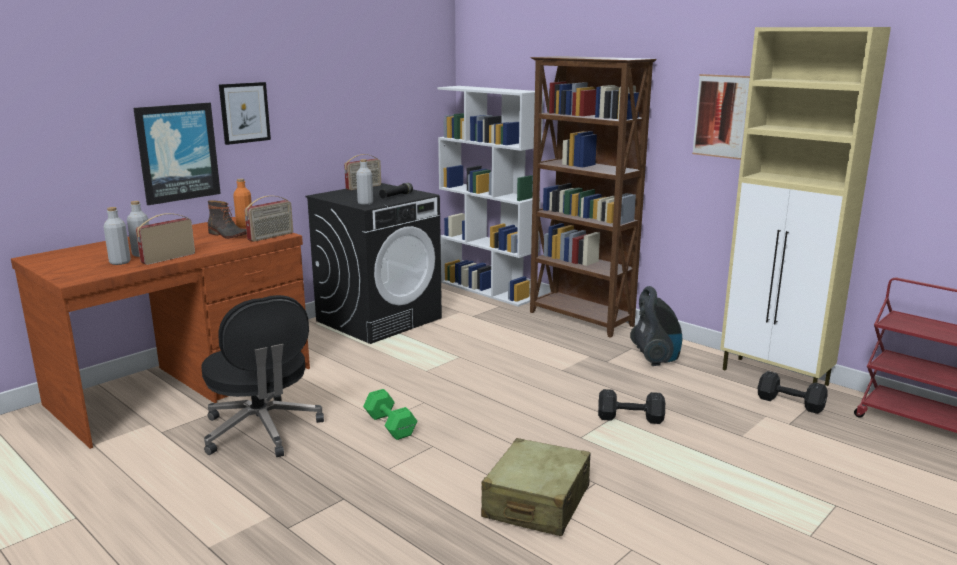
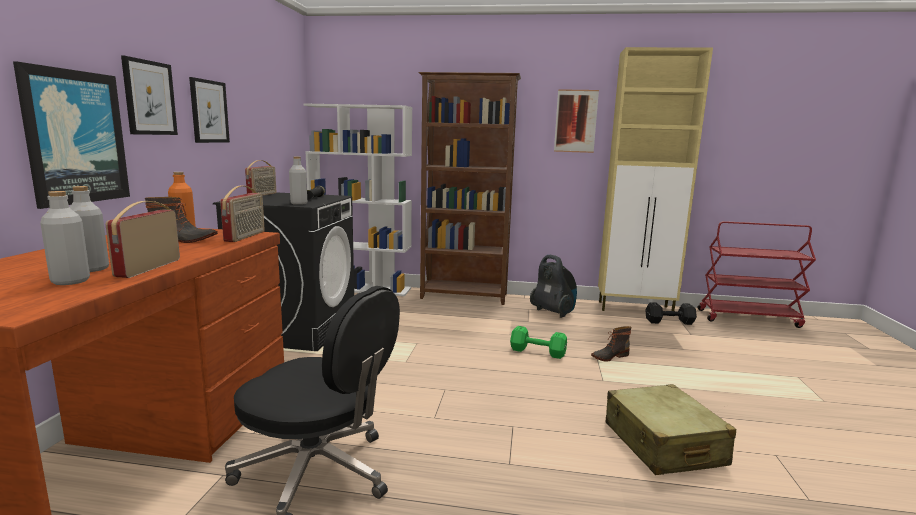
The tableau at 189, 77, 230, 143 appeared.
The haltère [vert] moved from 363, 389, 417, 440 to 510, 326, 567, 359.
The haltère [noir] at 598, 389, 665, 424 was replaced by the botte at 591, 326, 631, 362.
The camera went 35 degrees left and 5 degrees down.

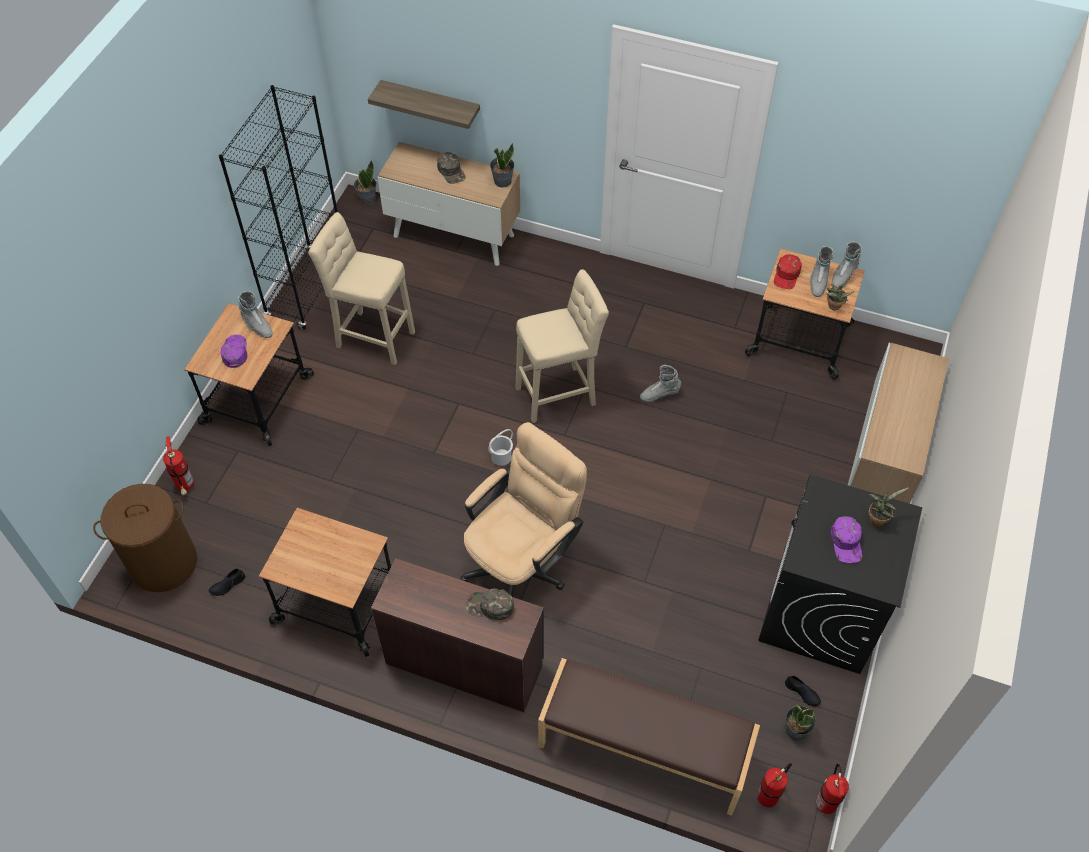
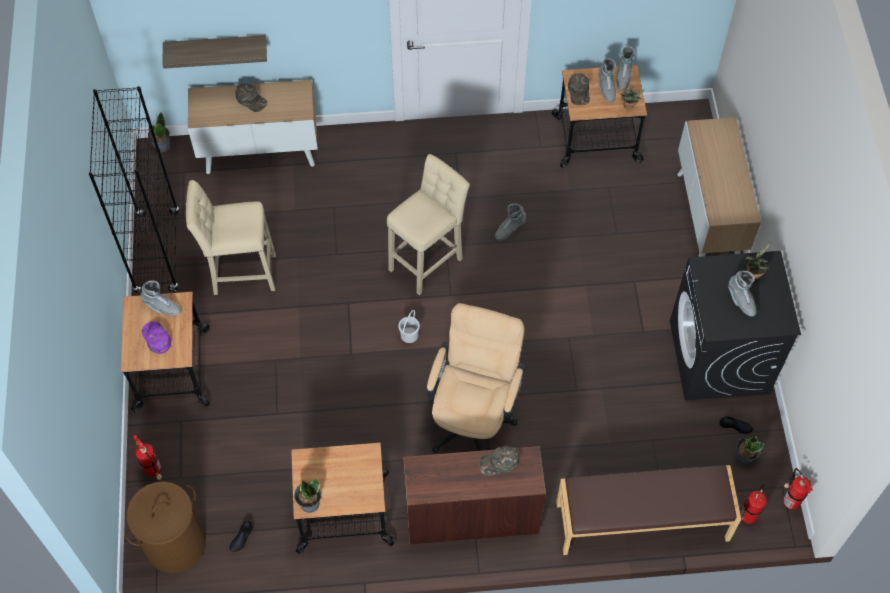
The plante en pot moved from 490, 143, 514, 188 to 294, 478, 321, 513.
The casquette [rouge] at 774, 254, 802, 289 became the casquette [vert] at 568, 73, 590, 105.
The casquette [violet] at 830, 516, 862, 563 was replaced by the botte [gris] at 728, 271, 757, 317.
The camera went 25 degrees left and 5 degrees up.

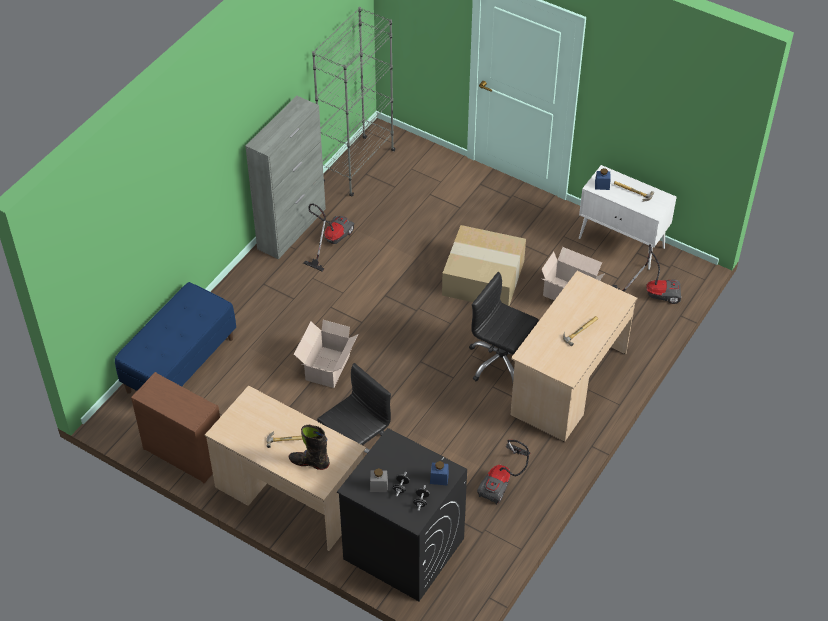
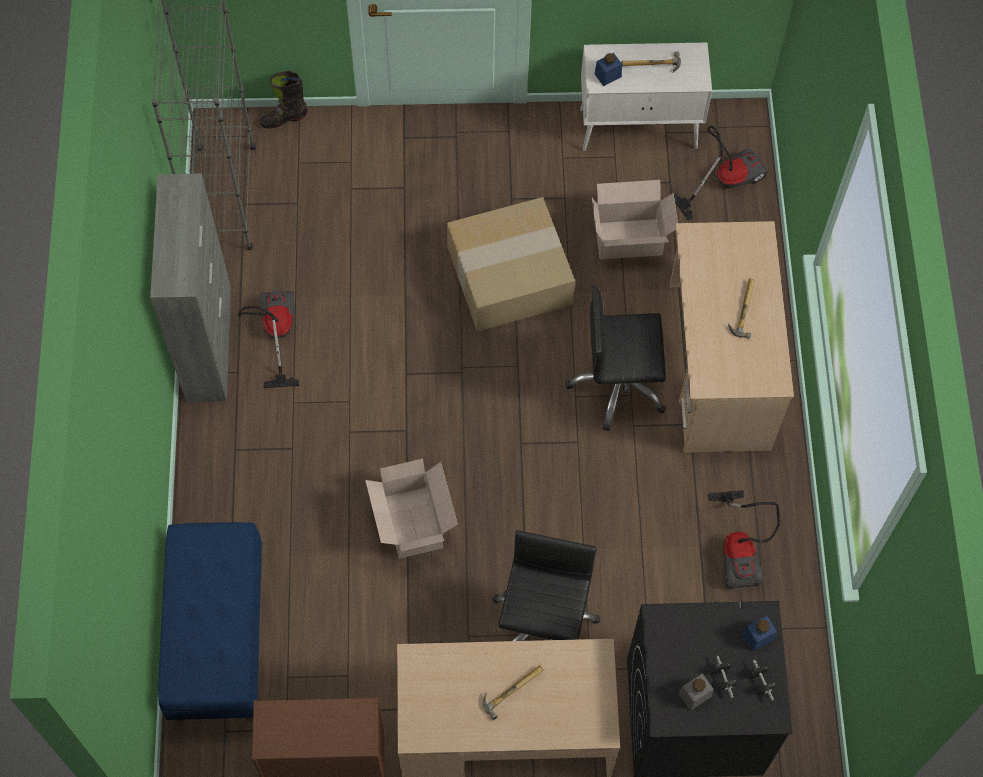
The botte [noir] moved from 289, 425, 330, 470 to 259, 71, 308, 129.
The camera went 35 degrees left and 15 degrees up.

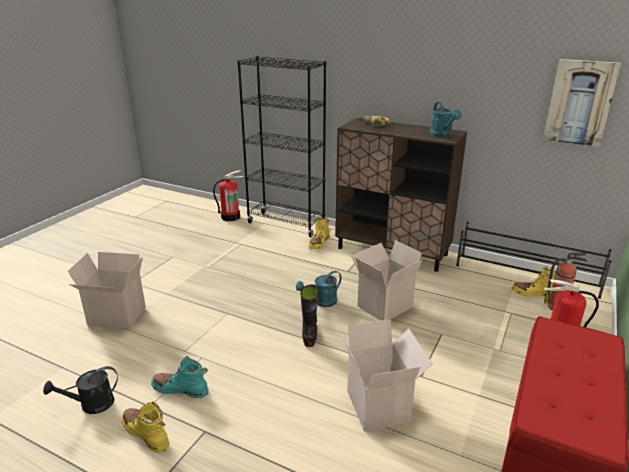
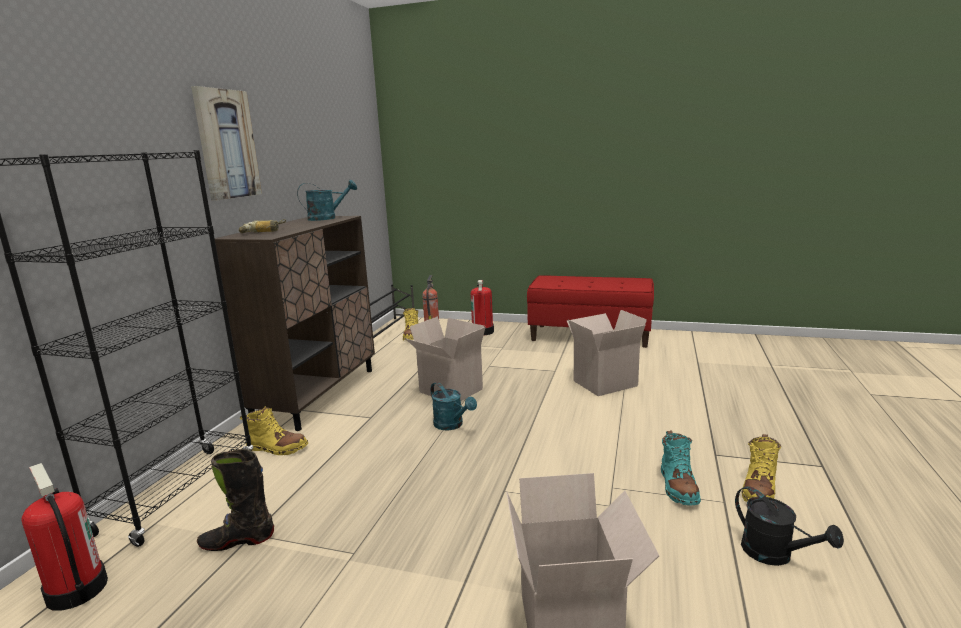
The tableau moved from 543, 59, 621, 147 to 191, 86, 262, 201.
The botte [noir] moved from 300, 284, 319, 347 to 197, 449, 274, 551.
The camera went 100 degrees left and 10 degrees down.

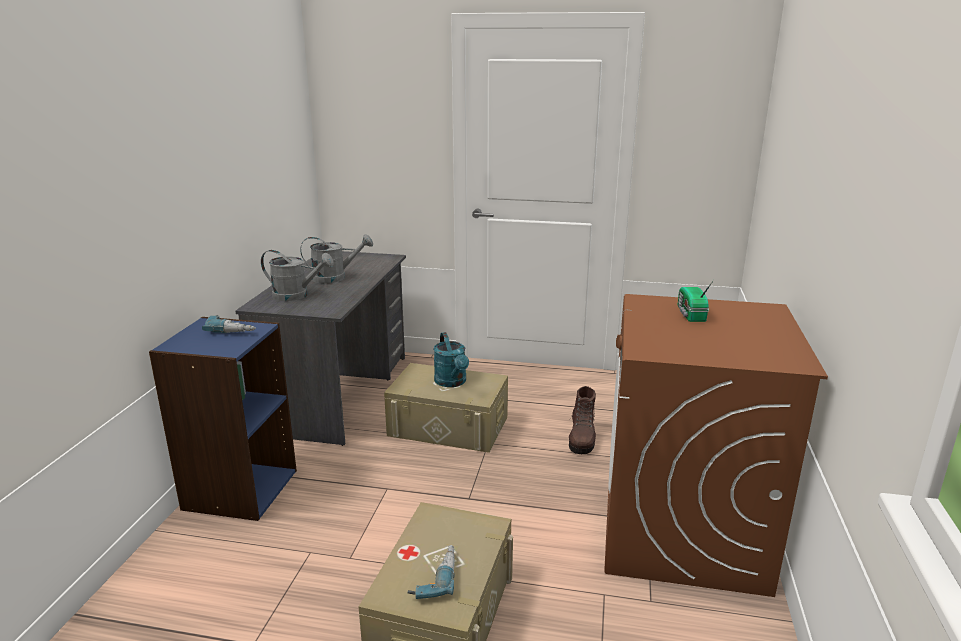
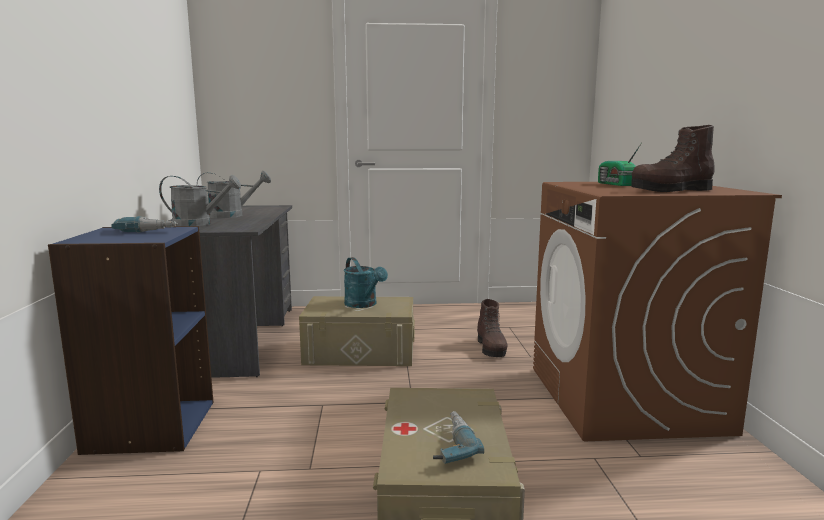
The botte [marron] at 632, 125, 715, 192 appeared.
The camera went 15 degrees left and 10 degrees down.

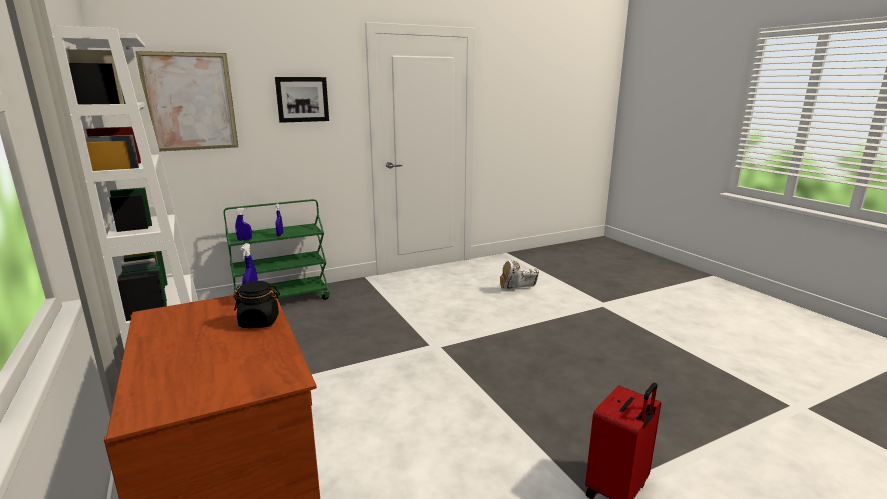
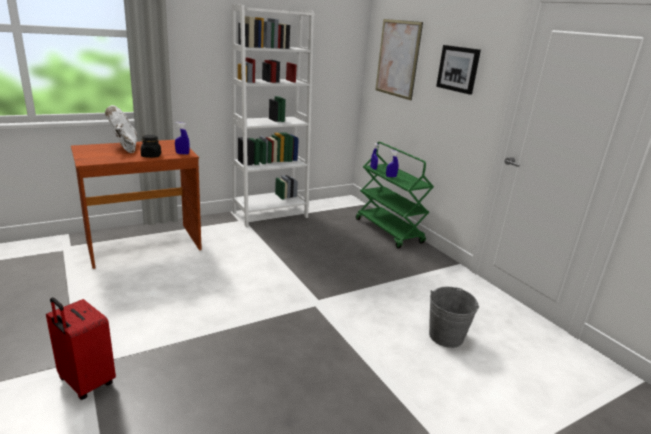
The botte [blanc] moved from 500, 261, 539, 289 to 105, 105, 137, 153.
The seau [gris] at 429, 287, 479, 348 appeared.
The camera went 85 degrees right and 5 degrees up.

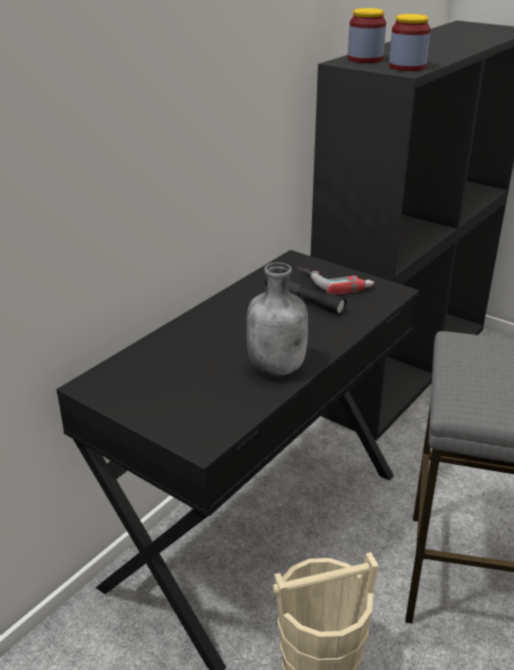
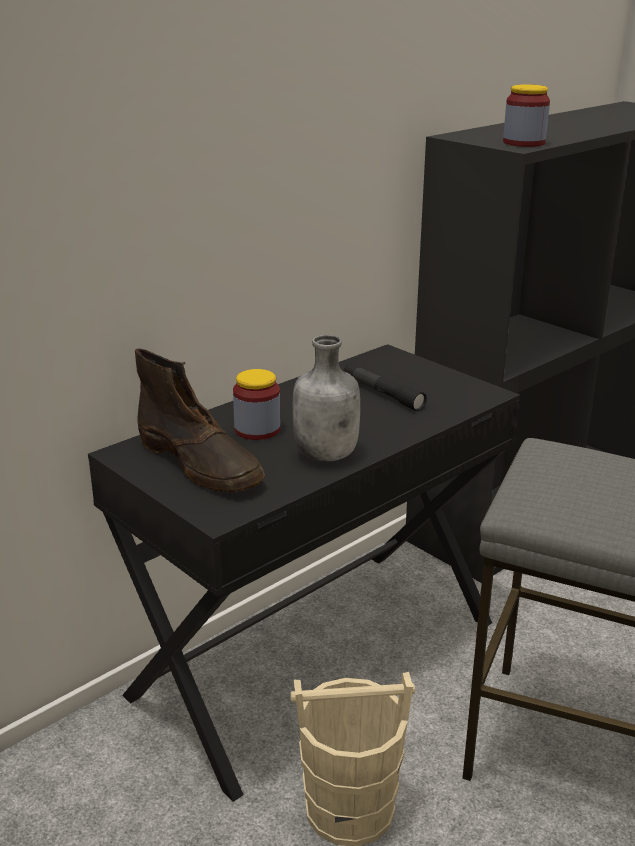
The botte [marron] at 135, 349, 265, 492 appeared.
The bocal moved from 348, 8, 386, 63 to 233, 369, 280, 440.
The perceuse at 298, 267, 374, 295 disappeared.
The camera went 10 degrees right and 5 degrees down.

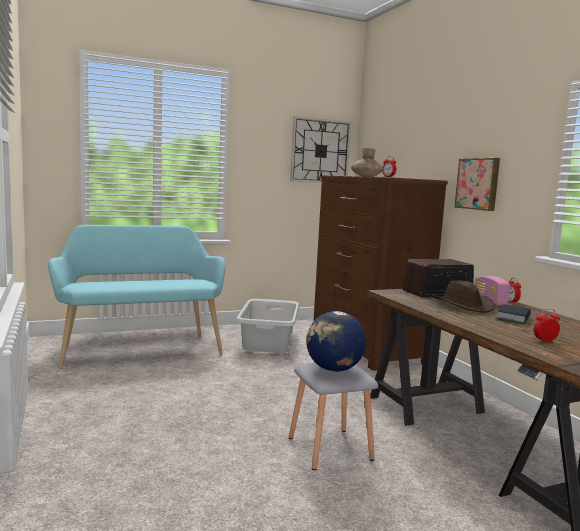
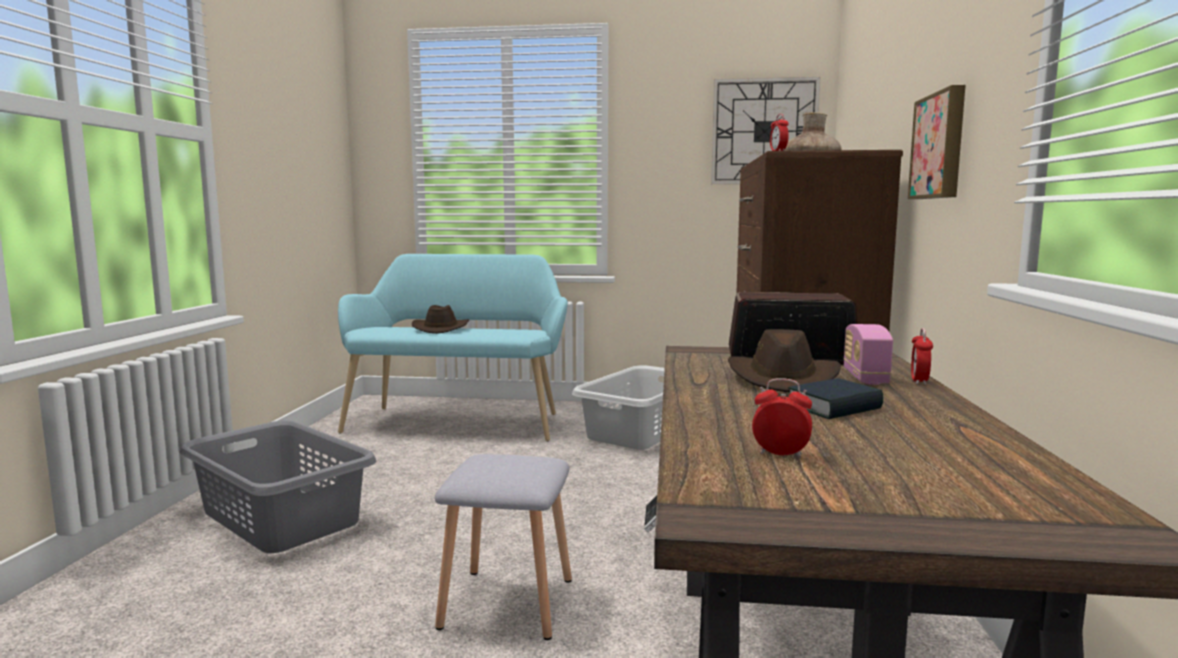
The panier à linge [gris] at 180, 421, 376, 553 appeared.
The chapeau [marron] at 412, 305, 469, 334 appeared.
The globe at 306, 311, 366, 372 disappeared.
The camera went 30 degrees right and 0 degrees up.

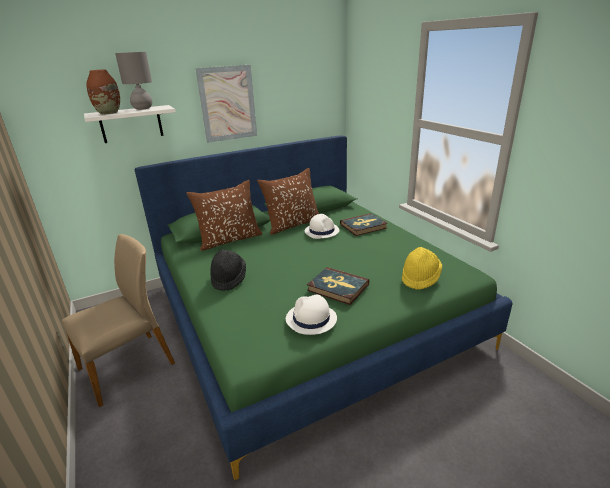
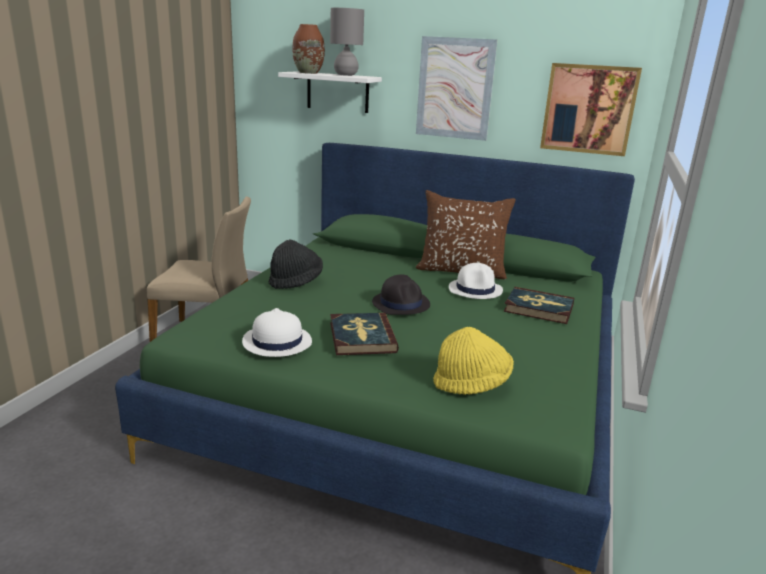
The chapeau [noir] at 372, 275, 430, 315 appeared.
The tableau at 540, 63, 642, 156 appeared.
The coussin [marron] at 186, 180, 263, 251 disappeared.
The camera went 45 degrees right and 5 degrees down.

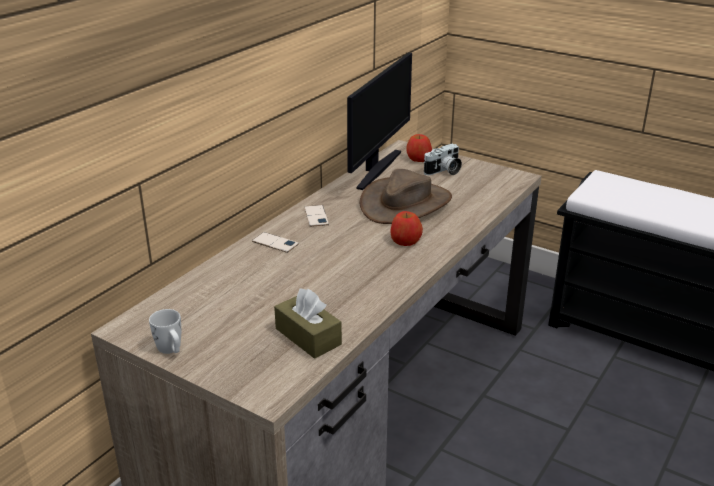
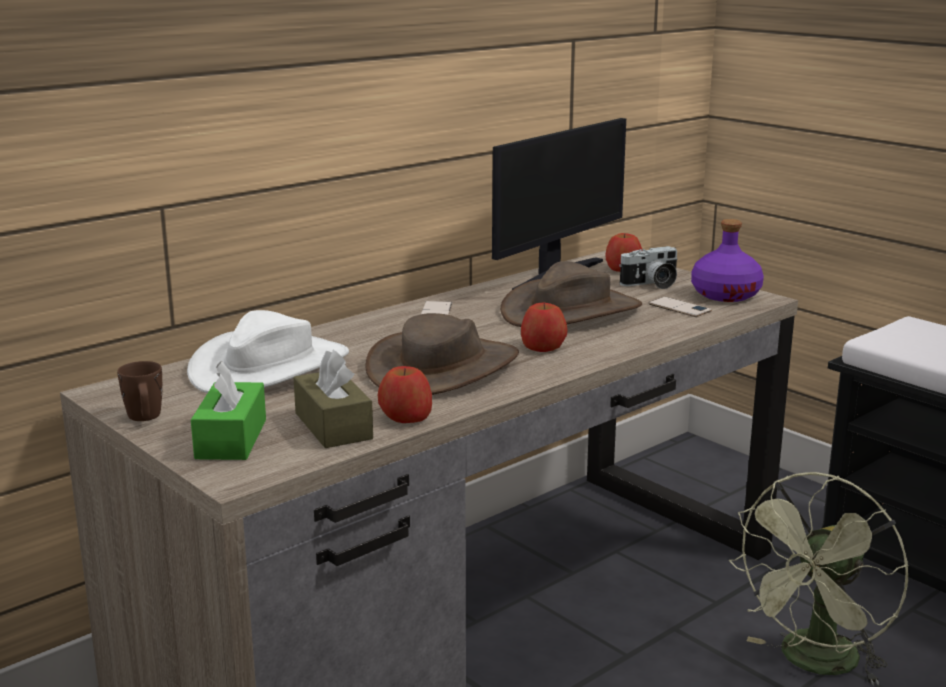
The mug [blanc] at 149, 309, 181, 354 became the mug [marron] at 117, 361, 162, 421.
The chapeau [blanc] at 187, 310, 349, 393 appeared.
The boîte à mouchoirs [vert] at 191, 361, 266, 460 appeared.
The chapeau [marron] at 365, 313, 519, 395 appeared.
The pomme at 378, 366, 432, 423 appeared.
The téléphone moved from 252, 232, 299, 253 to 648, 297, 712, 317.
The bouteille [violet] at 691, 219, 764, 302 appeared.
The ventilateur [vert] at 729, 472, 909, 686 appeared.
The camera went 15 degrees right and 10 degrees down.

